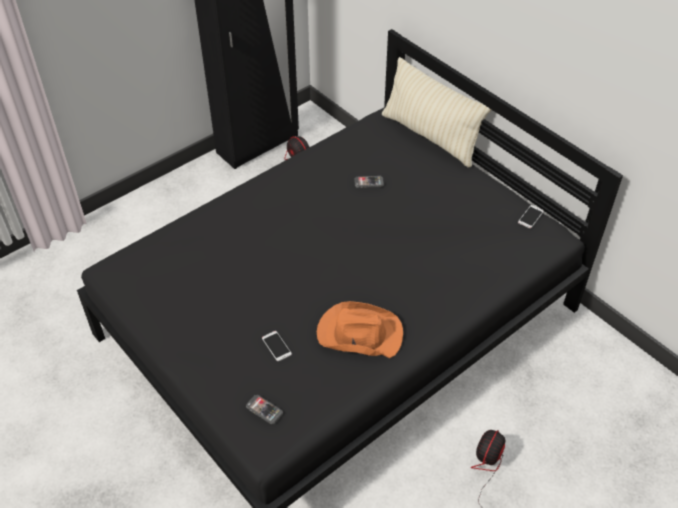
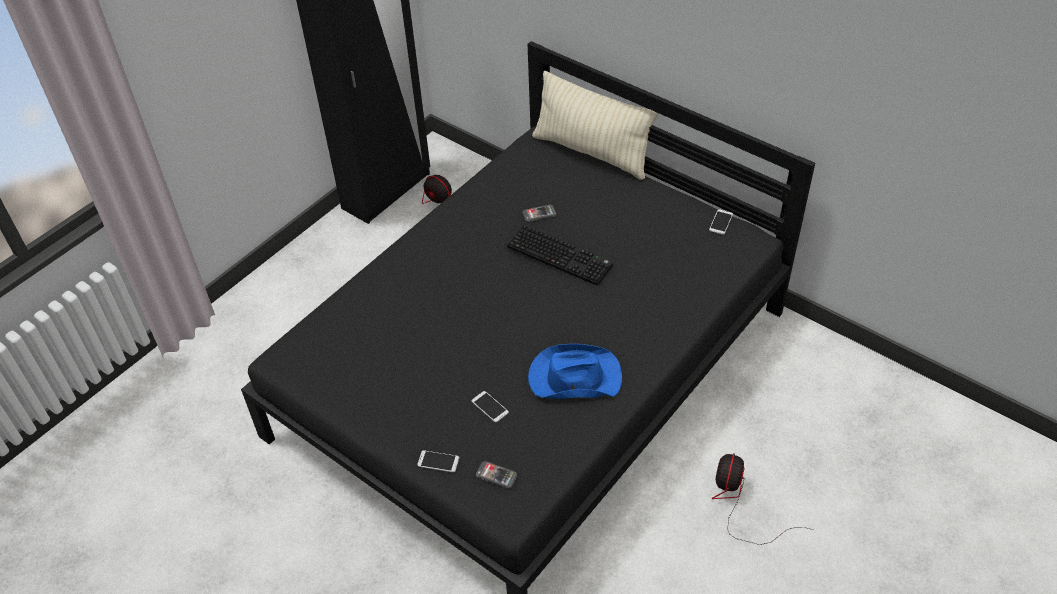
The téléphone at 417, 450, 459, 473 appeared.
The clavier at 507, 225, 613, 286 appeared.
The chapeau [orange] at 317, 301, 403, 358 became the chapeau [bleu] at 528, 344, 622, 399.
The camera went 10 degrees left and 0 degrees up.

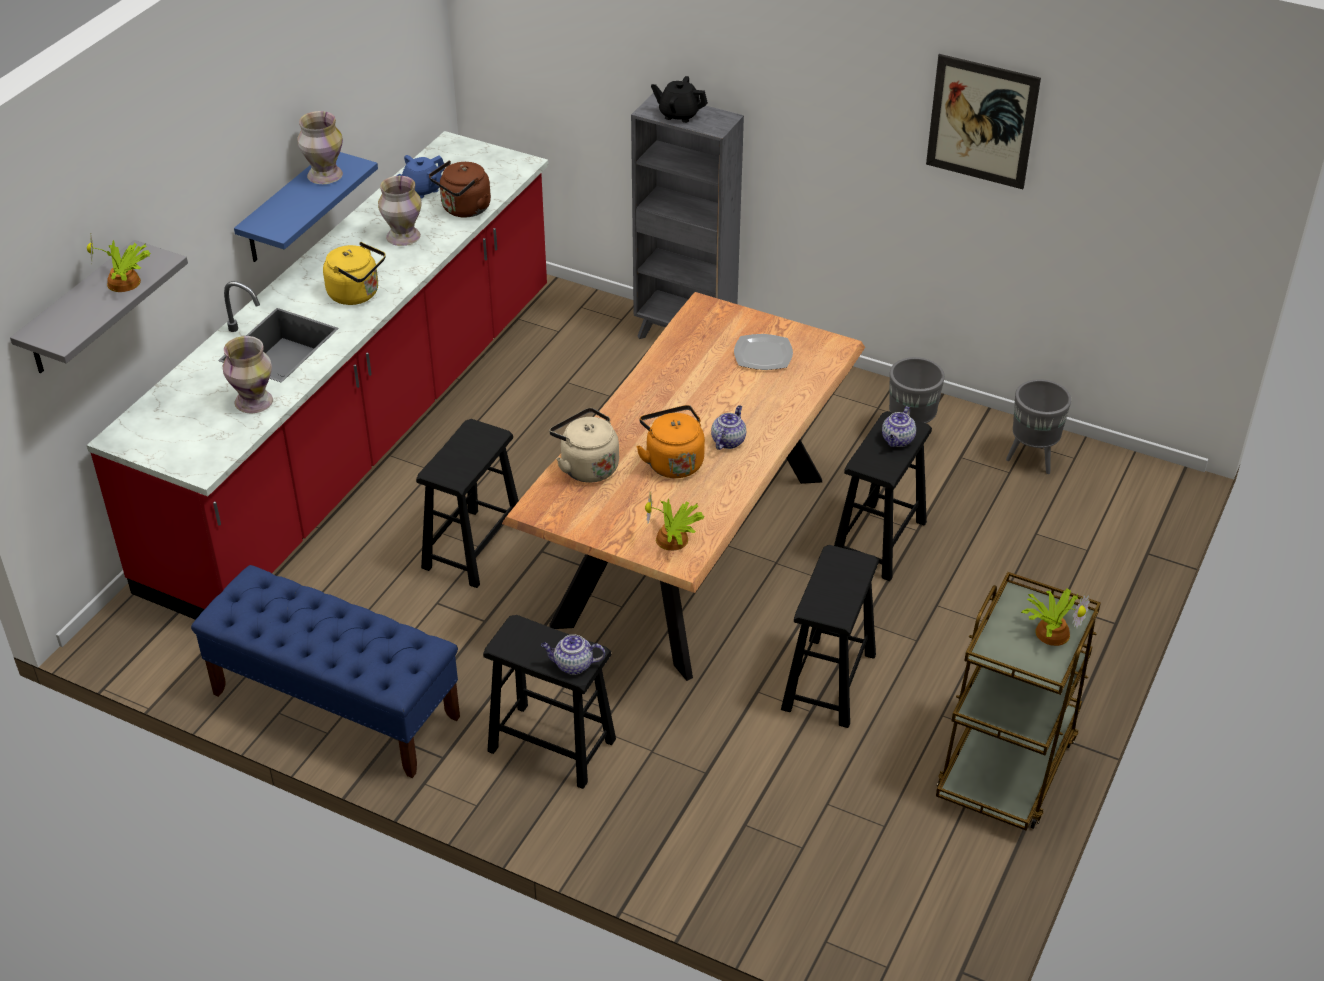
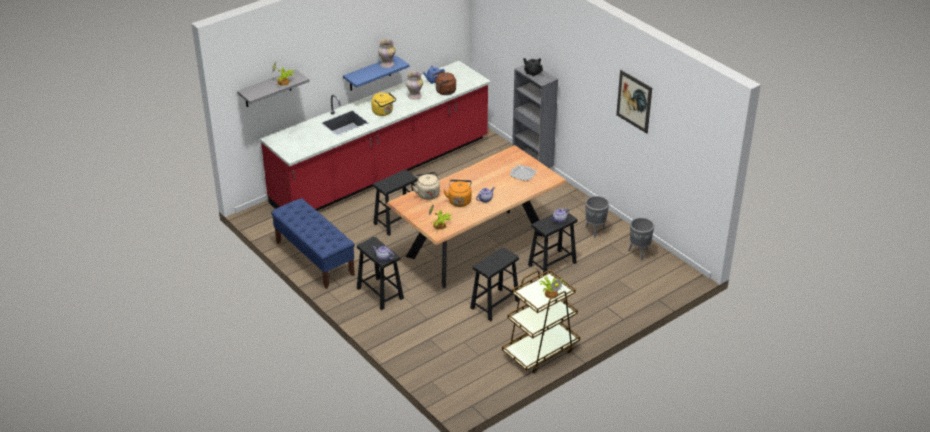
The vase at 223, 336, 273, 413 disappeared.
The camera went 25 degrees right and 5 degrees down.

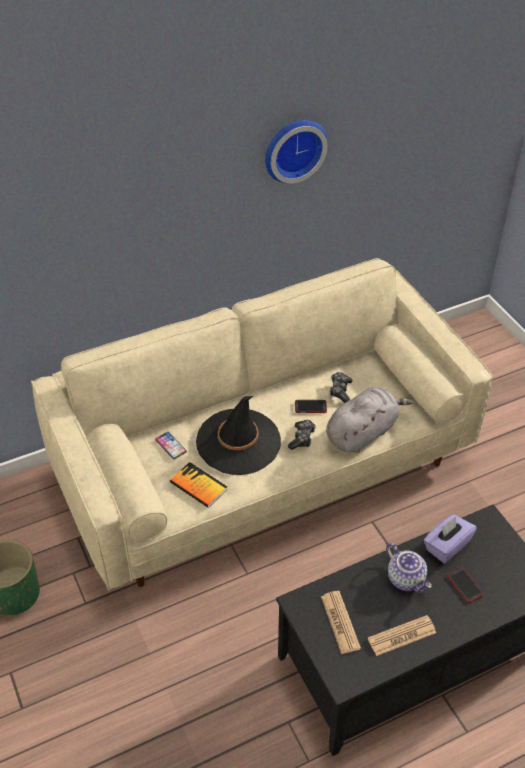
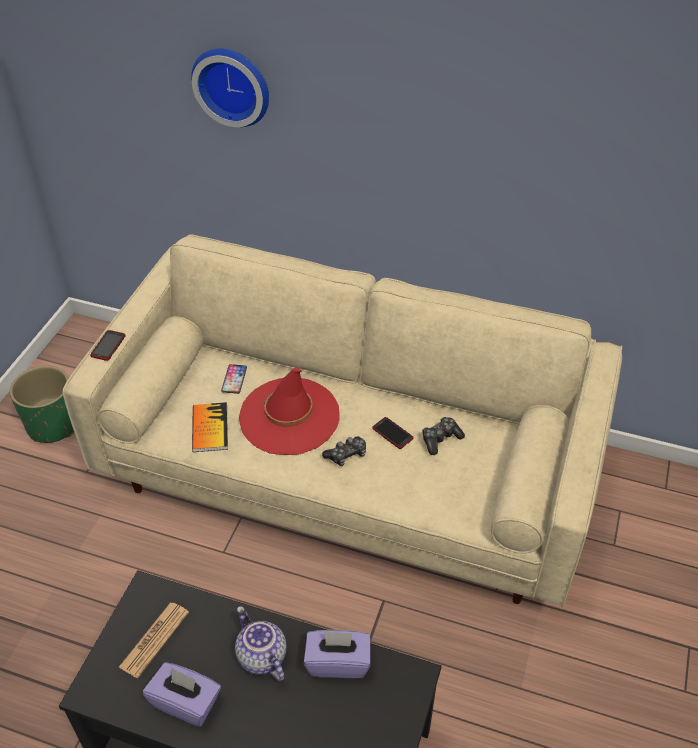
The téléphone moved from 447, 567, 484, 603 to 90, 330, 126, 361.
The journal at 368, 615, 436, 656 was replaced by the boîte à mouchoirs [violet] at 143, 662, 221, 727.
The horloge murale moved from 265, 120, 328, 183 to 191, 48, 269, 127.
The théière at 386, 543, 432, 593 turned 135 degrees clockwise.
The chapeau [noir] at 196, 396, 281, 475 became the chapeau [rouge] at 239, 367, 340, 455.
The peluche [gris] at 326, 387, 413, 453 disappeared.
The camera went 45 degrees right and 0 degrees up.

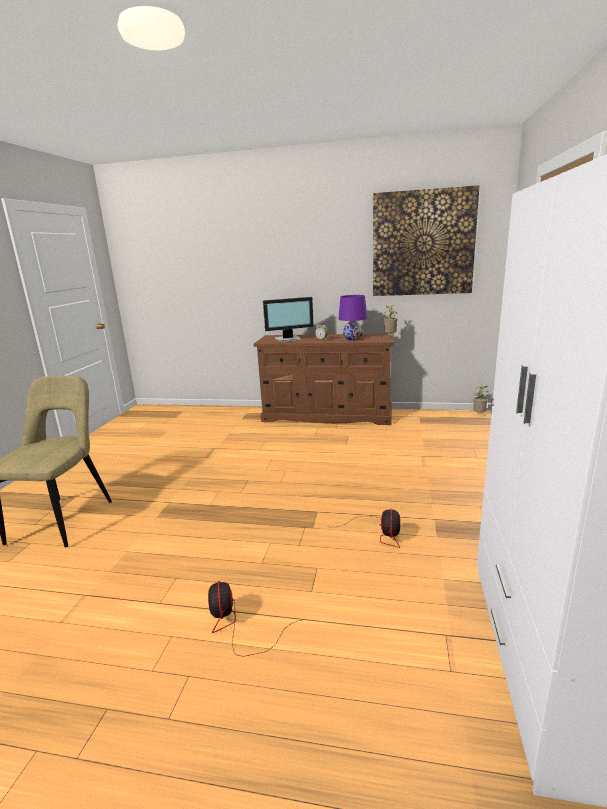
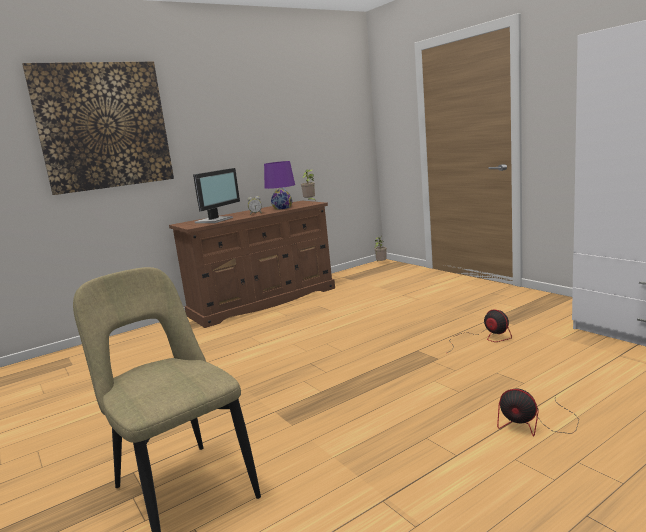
The tableau moved from 373, 185, 480, 296 to 22, 62, 174, 195.
The camera went 45 degrees left and 5 degrees down.

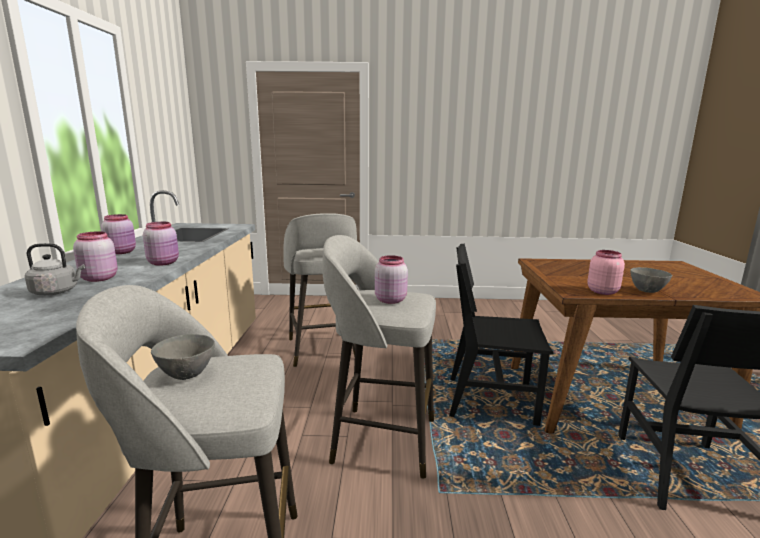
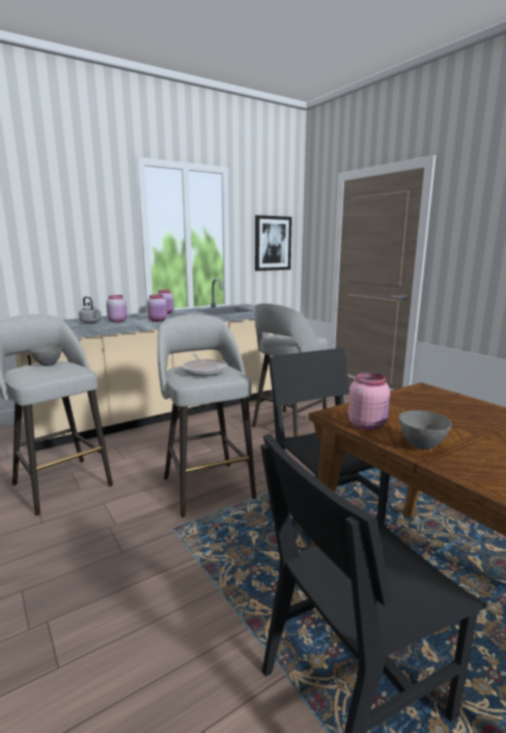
The bocal [rose] at 375, 255, 408, 304 was replaced by the poêle at 182, 353, 227, 376.
The tableau at 255, 215, 292, 271 appeared.
The camera went 55 degrees right and 0 degrees up.

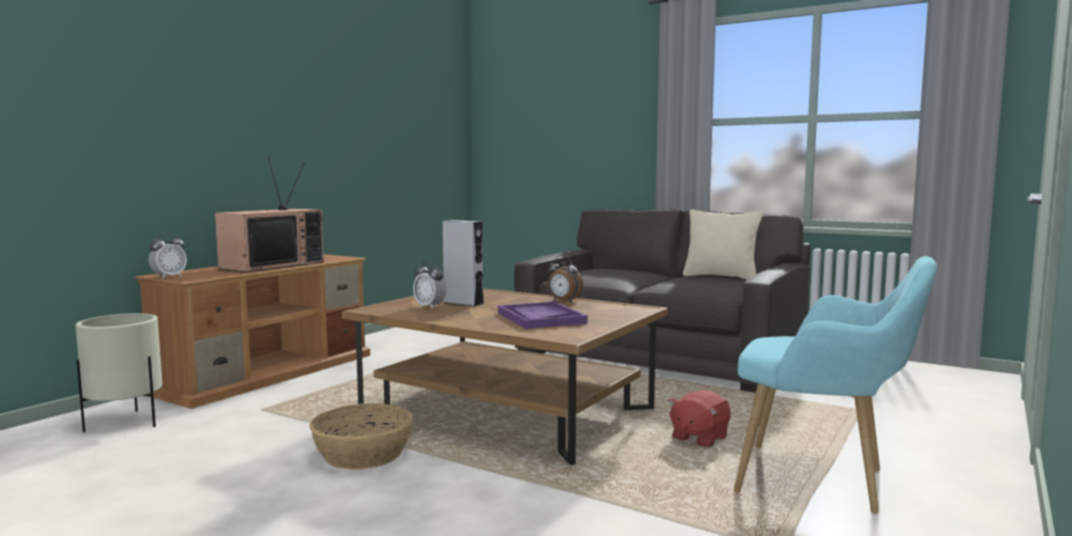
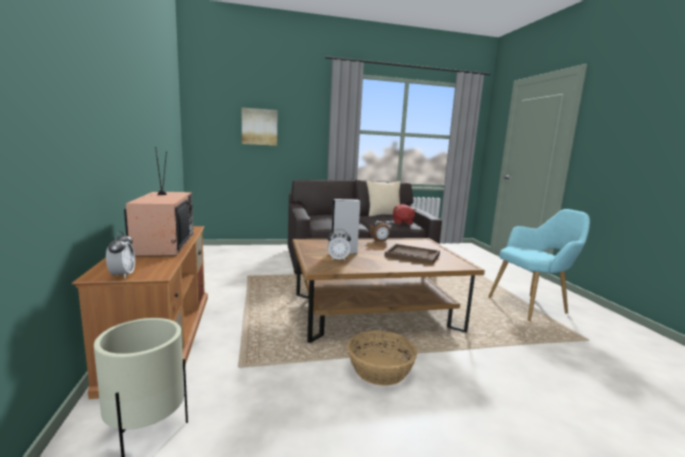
The tableau at 242, 108, 278, 146 appeared.
The plateau [violet] at 498, 301, 588, 329 became the plateau [marron] at 384, 244, 440, 265.
The peluche [rouge] moved from 668, 390, 731, 447 to 393, 204, 416, 225.
The camera went 45 degrees left and 5 degrees up.

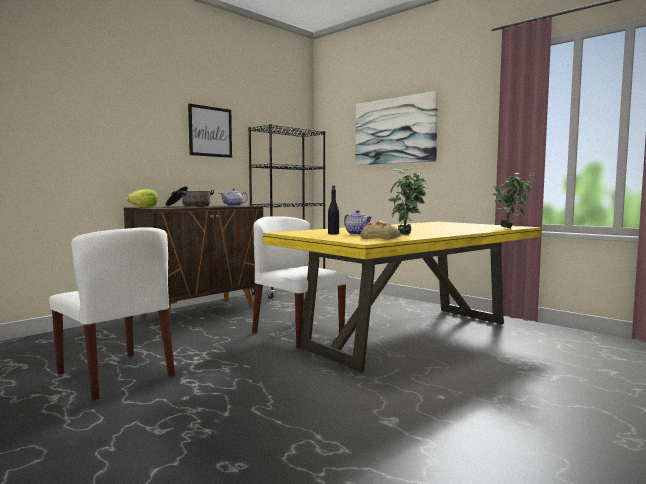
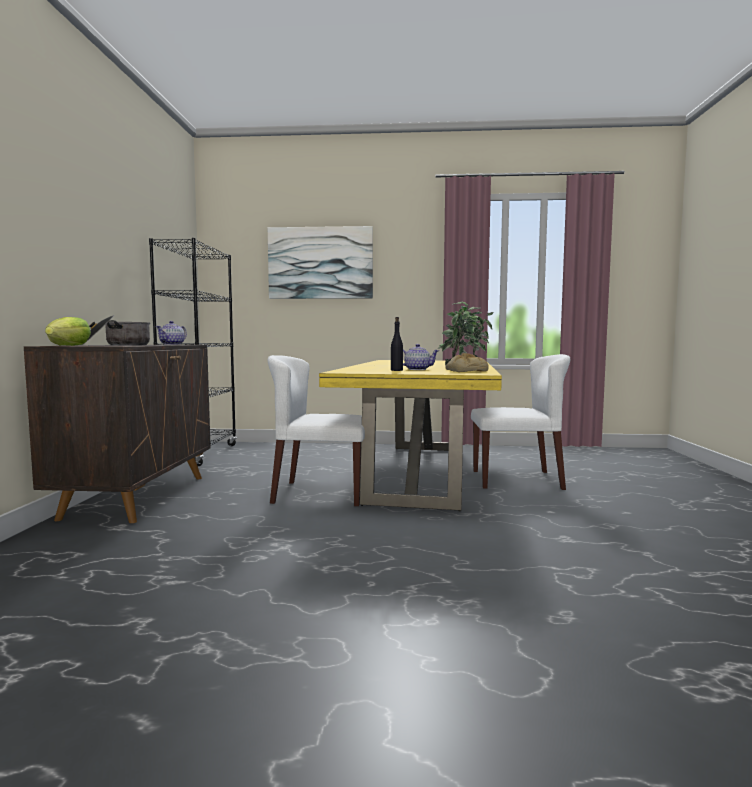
The chaise [blanc] moved from 49, 227, 175, 400 to 471, 354, 570, 490.
The tableau at 188, 104, 232, 158 disappeared.
The camera went 40 degrees left and 0 degrees up.

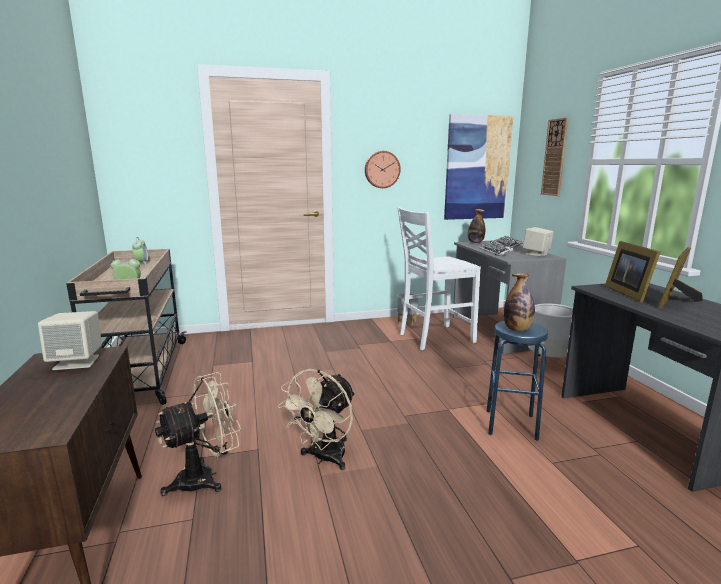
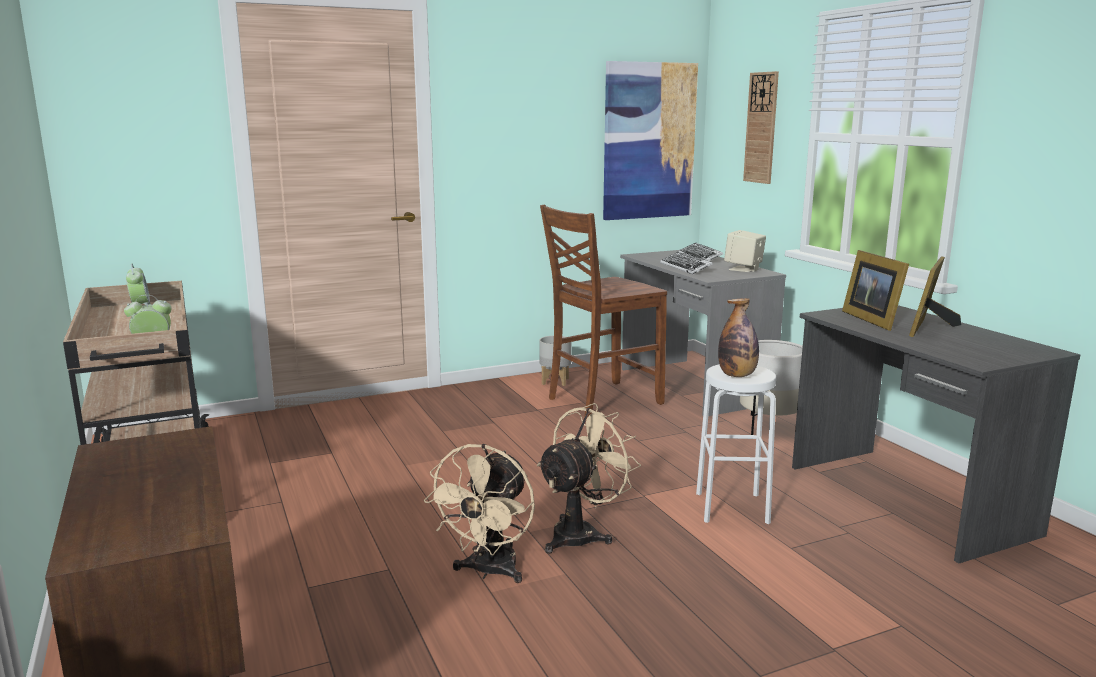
The ventilateur [beige] moved from 155, 372, 241, 496 to 537, 403, 641, 554.
The chaise [blanc] at 398, 207, 481, 350 became the chaise [marron] at 540, 205, 667, 418.
The tabouret [bleu] at 487, 321, 548, 441 became the tabouret [blanc] at 696, 364, 776, 524.
The enceinte [beige] at 38, 311, 102, 370 disappeared.
The horloge murale at 365, 151, 400, 188 disappeared.
The bouteille at 468, 209, 485, 243 disappeared.
The camera went 10 degrees left and 0 degrees up.

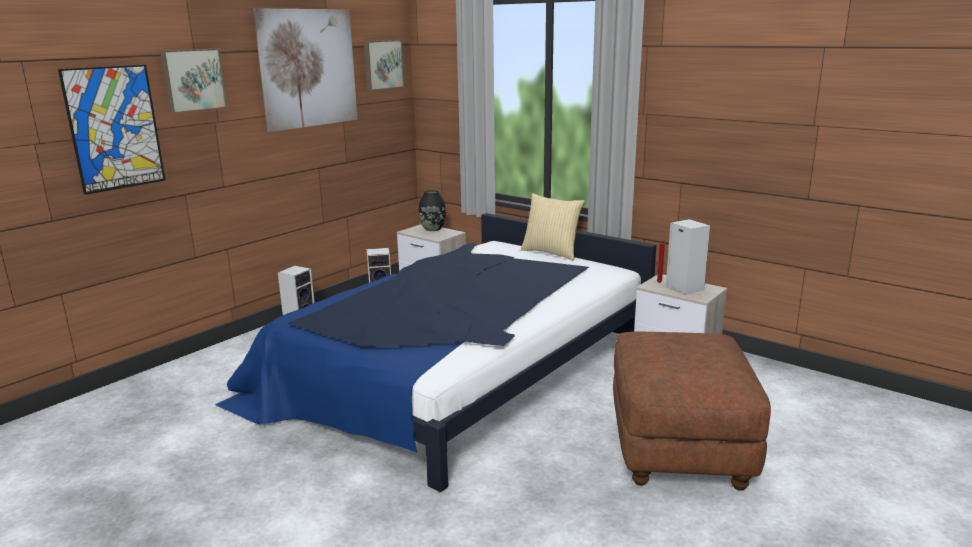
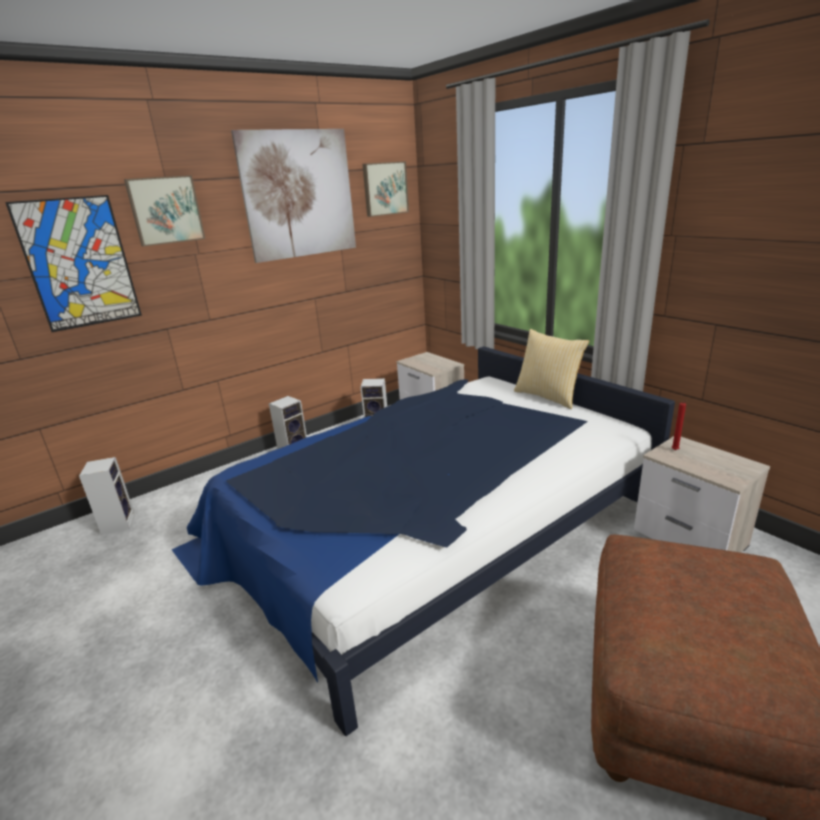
The enceinte moved from 666, 219, 710, 295 to 79, 457, 135, 535.
The vase [noir] at 419, 190, 446, 231 disappeared.
The camera went 15 degrees right and 5 degrees up.

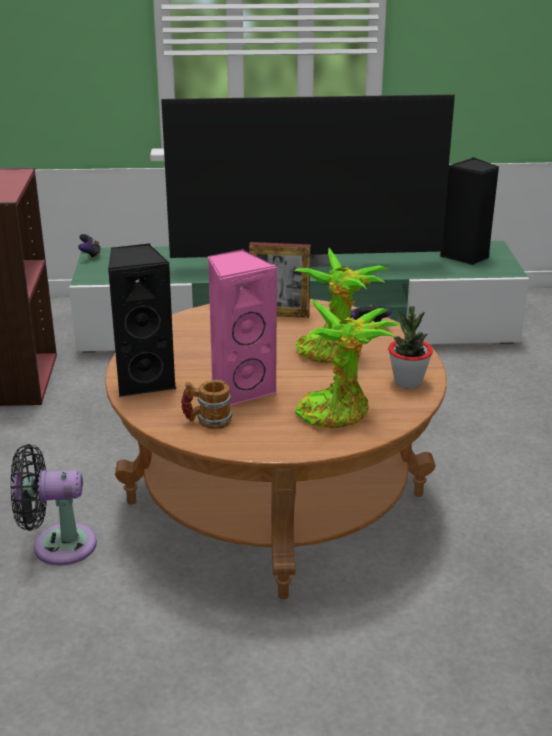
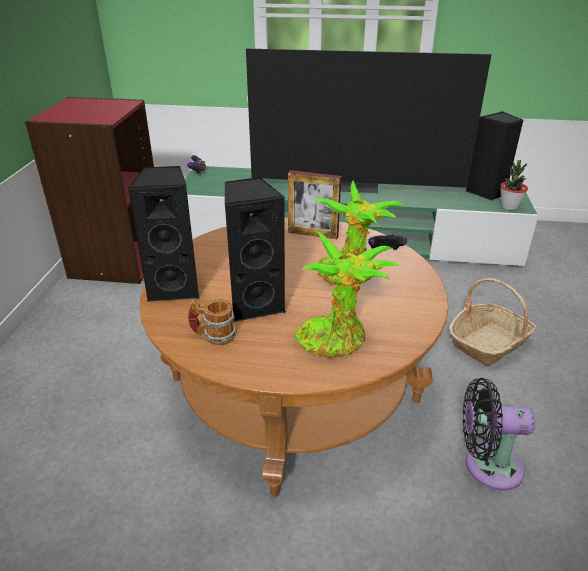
The enceinte [rose] at 207, 249, 278, 405 became the enceinte [noir] at 225, 177, 286, 322.
The panier at 449, 278, 536, 366 appeared.
The ventilateur [noir] moved from 11, 444, 97, 565 to 463, 378, 535, 491.
The plante en pot moved from 388, 306, 433, 389 to 501, 160, 528, 210.
The camera went 10 degrees right and 5 degrees up.

